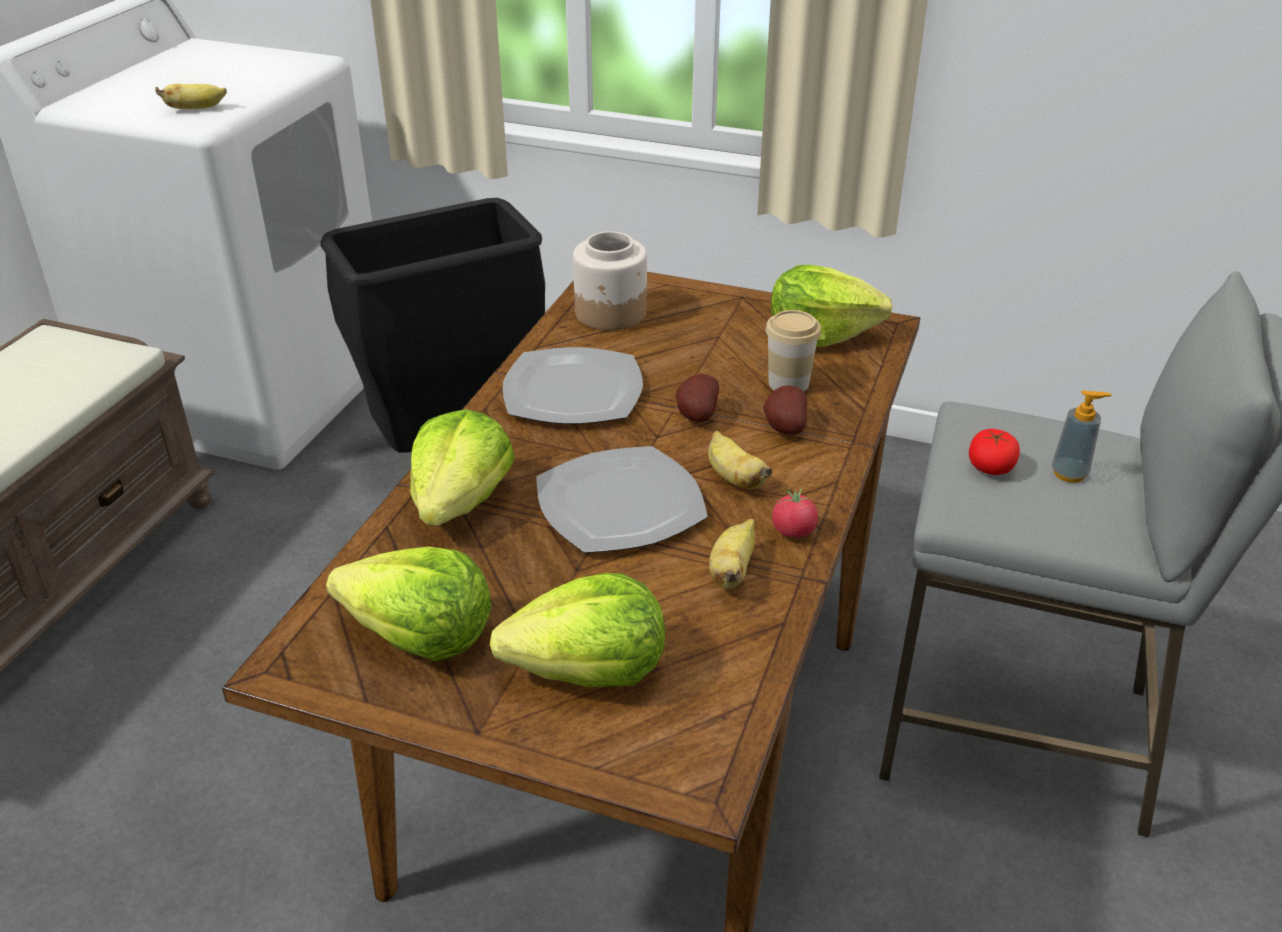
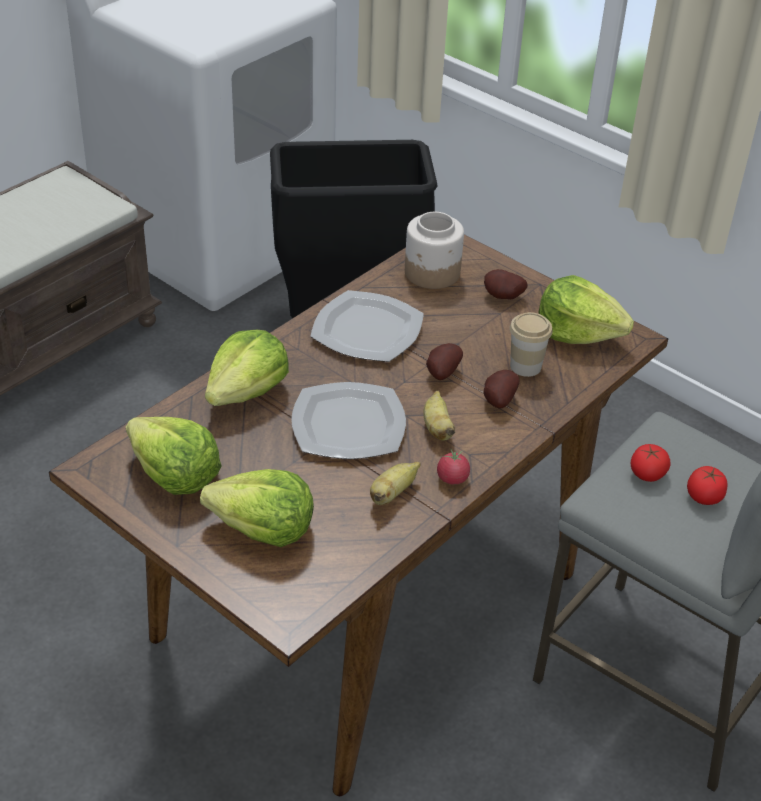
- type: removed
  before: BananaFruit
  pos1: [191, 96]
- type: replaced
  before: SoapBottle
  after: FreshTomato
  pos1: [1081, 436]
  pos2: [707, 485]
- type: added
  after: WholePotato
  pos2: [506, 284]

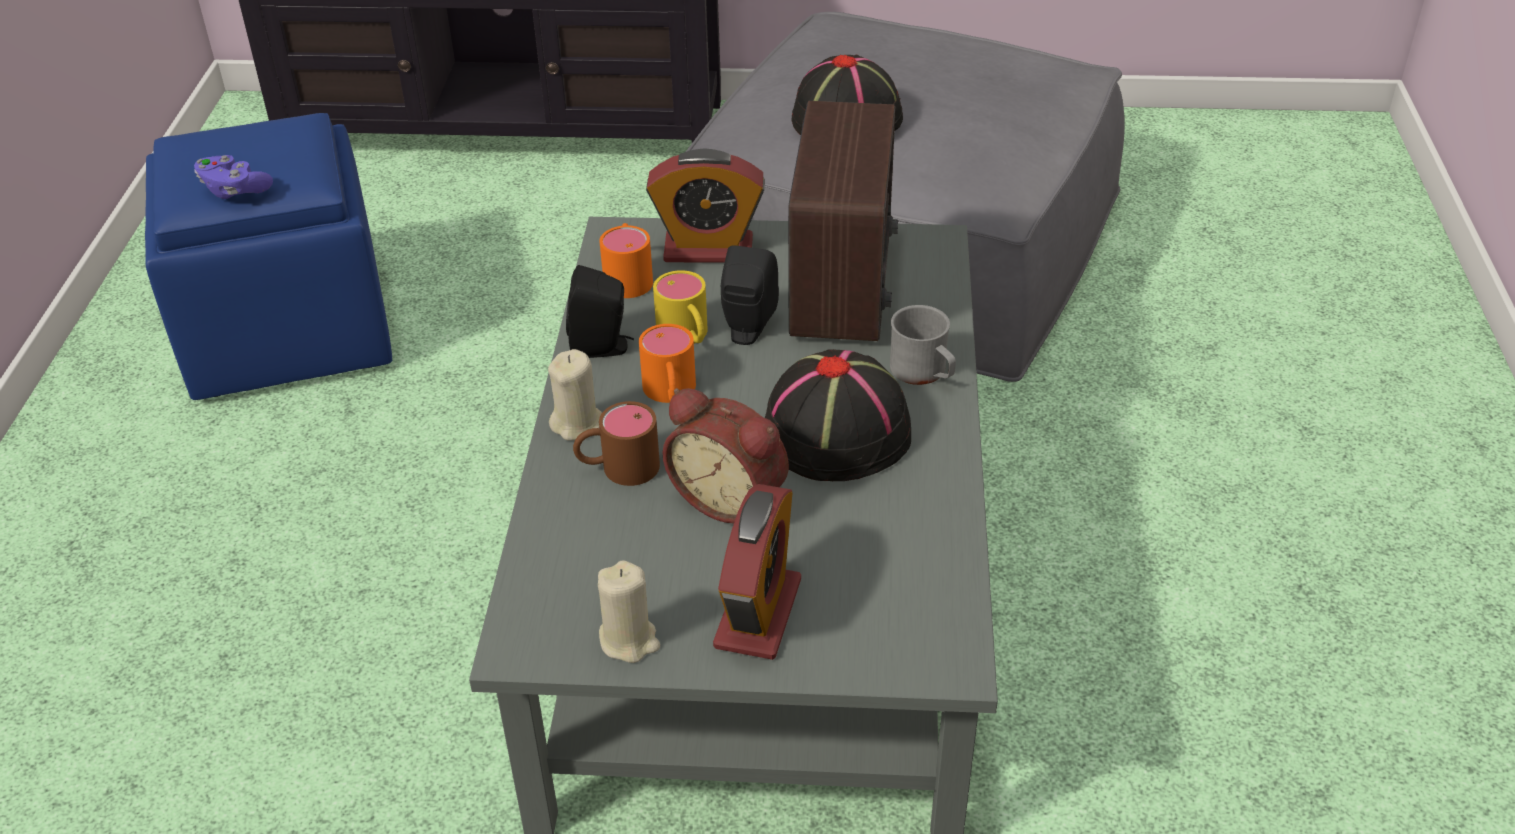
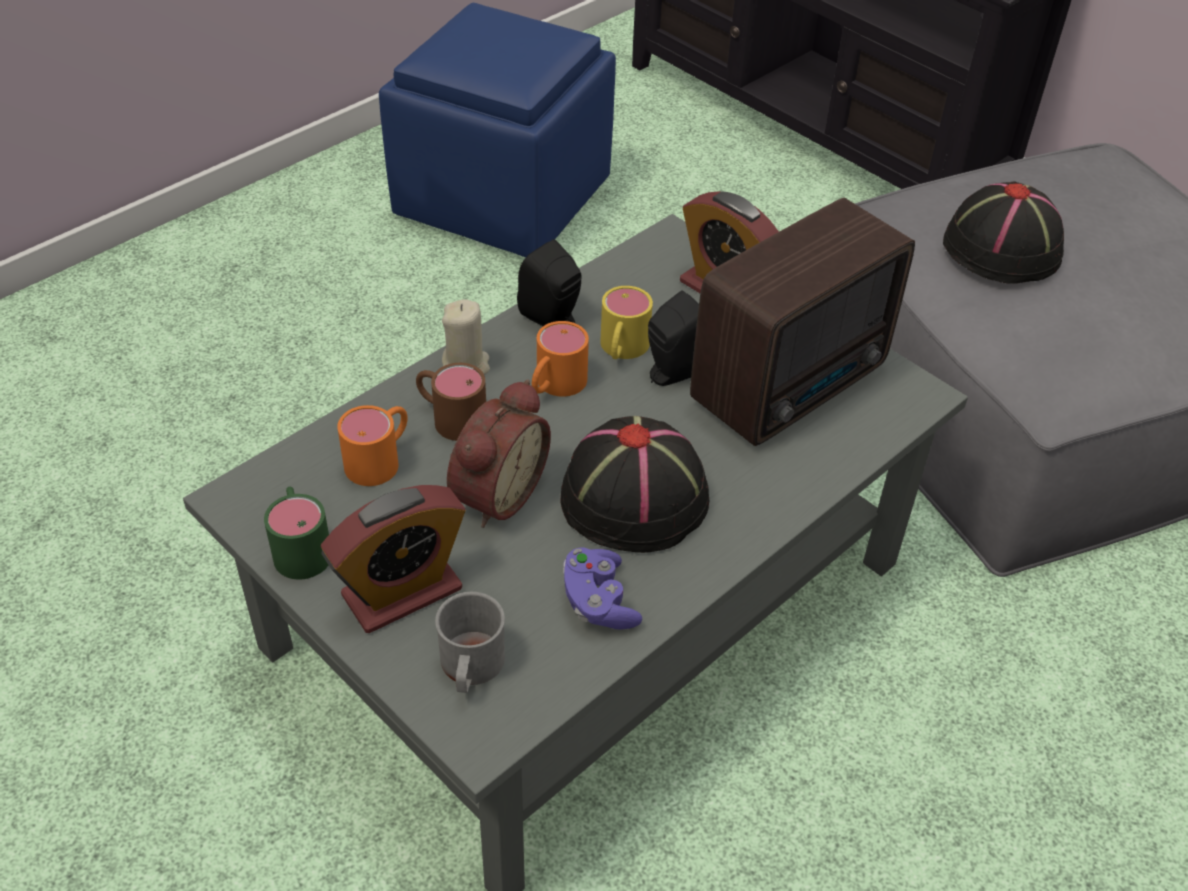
- type: moved
  before: PurplishGameController
  pos1: [233, 177]
  pos2: [602, 588]
- type: moved
  before: OrangeCoffeeMug
  pos1: [626, 260]
  pos2: [372, 445]
- type: moved
  before: GrayCoffeeMug
  pos1: [923, 345]
  pos2: [470, 642]
- type: turned
  before: BedsideClock
  pos1: [725, 455]
  pos2: [499, 453]
  turn: -135
- type: replaced
  before: BeigeColouredWaxCandle
  after: GreenColouredCoffeeMug
  pos1: [629, 611]
  pos2: [296, 533]

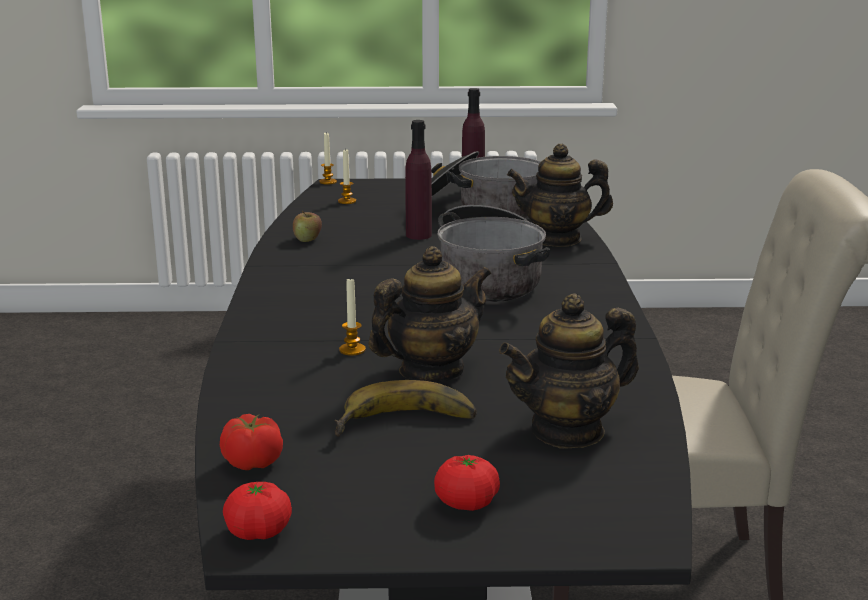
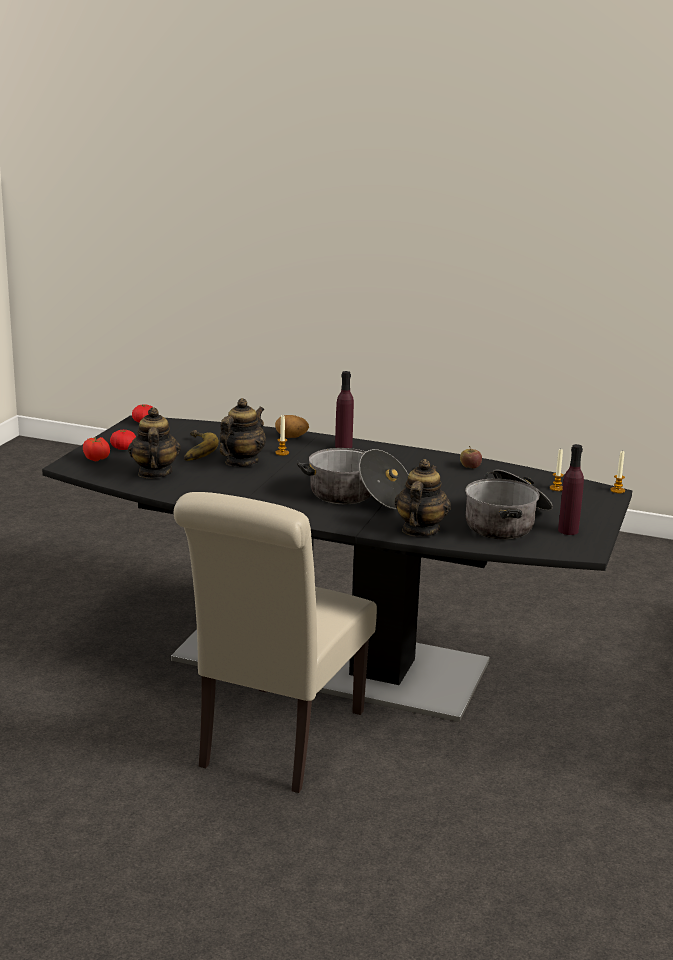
- type: moved
  before: PurplishBeverageBottle
  pos1: [418, 180]
  pos2: [344, 409]
- type: turned
  before: Teapot
  pos1: [430, 314]
  pos2: [242, 432]
  turn: -135
- type: moved
  before: FreshTomato
  pos1: [251, 442]
  pos2: [96, 449]
- type: added
  after: WholePotato
  pos2: [292, 426]

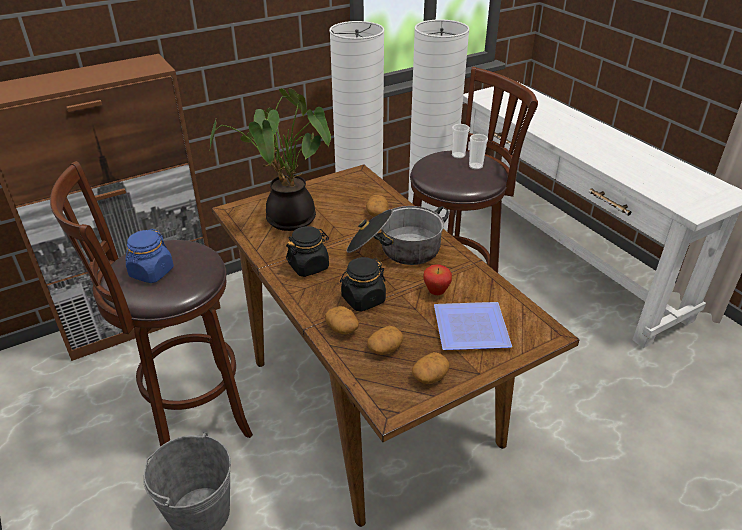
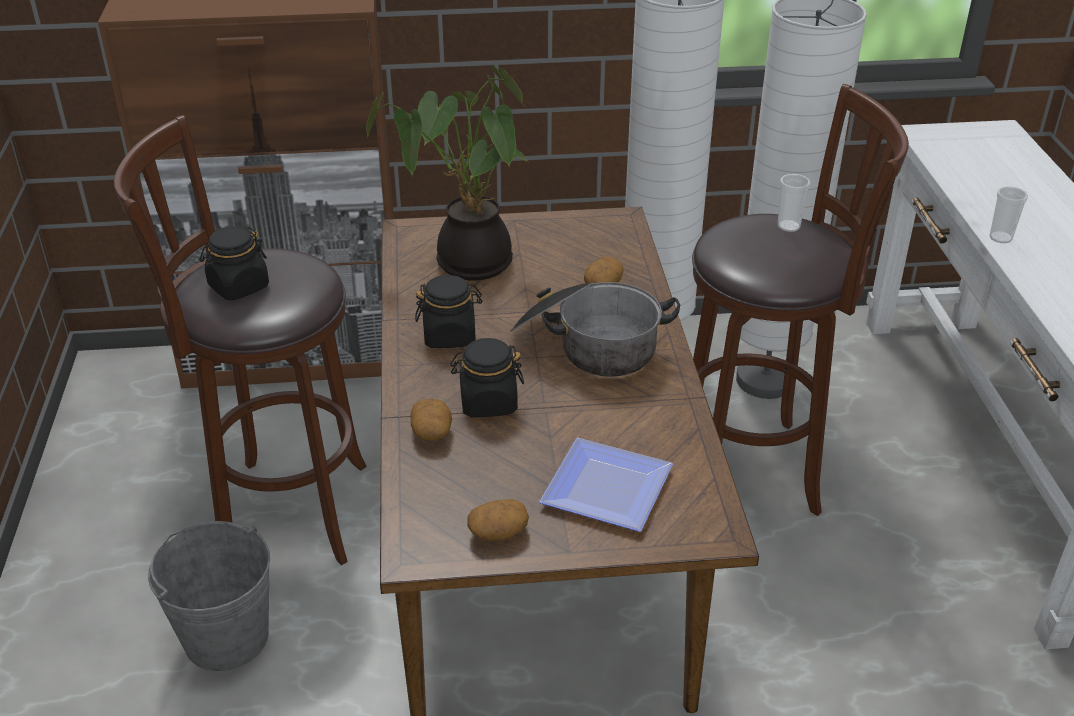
- type: moved
  before: SmallCup
  pos1: [478, 152]
  pos2: [1008, 214]
- type: recoloured
  before: BlueColouredJar
  after: BlackishJar
  pos1: [149, 256]
  pos2: [234, 263]
- type: removed
  before: AppleFruit
  pos1: [437, 279]
- type: removed
  before: WholePotato
  pos1: [385, 340]

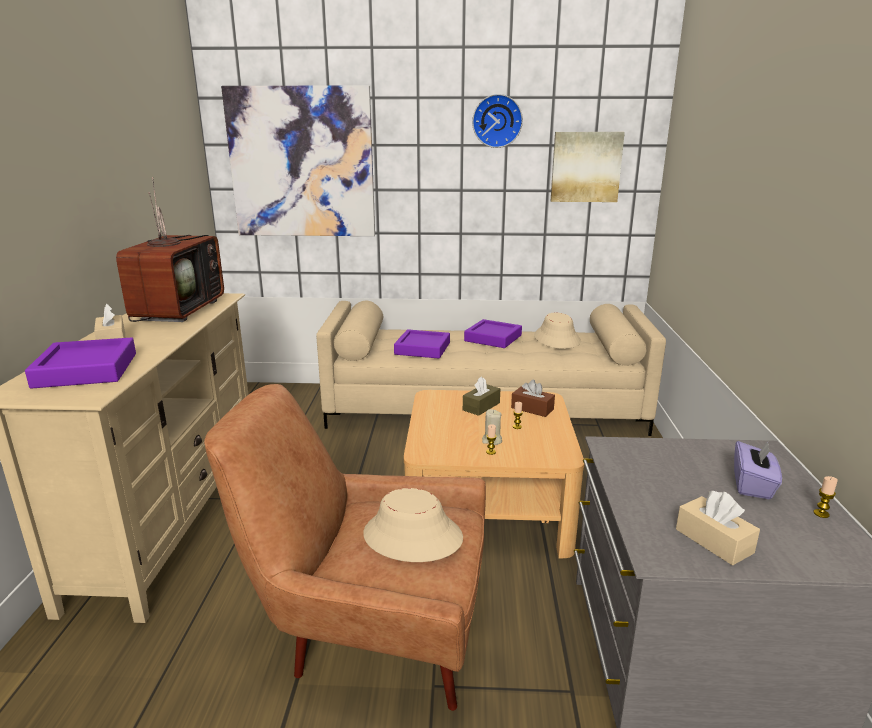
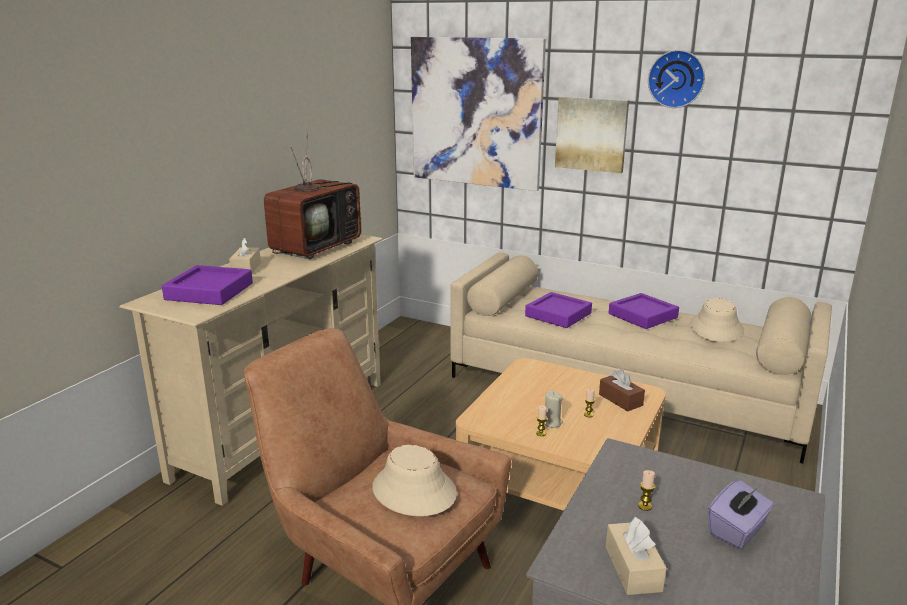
- type: moved
  before: Picture
  pos1: [588, 167]
  pos2: [592, 135]
- type: removed
  before: BrownishTissueBox
  pos1: [481, 396]
- type: moved
  before: WaxCandle
  pos1: [825, 497]
  pos2: [646, 490]

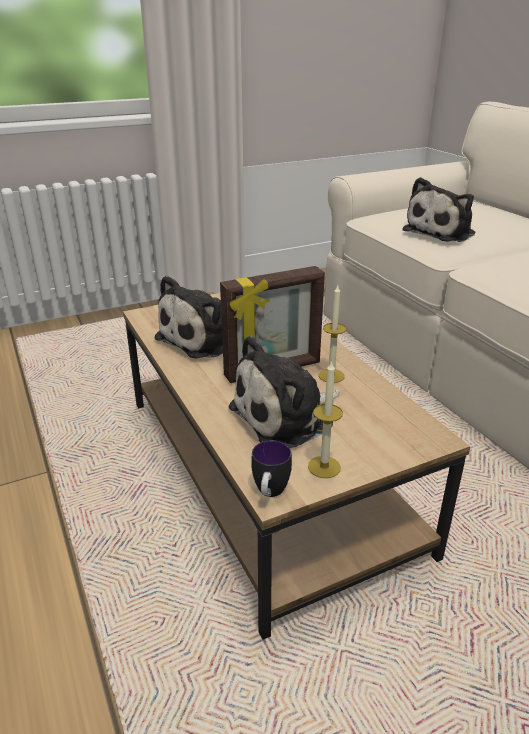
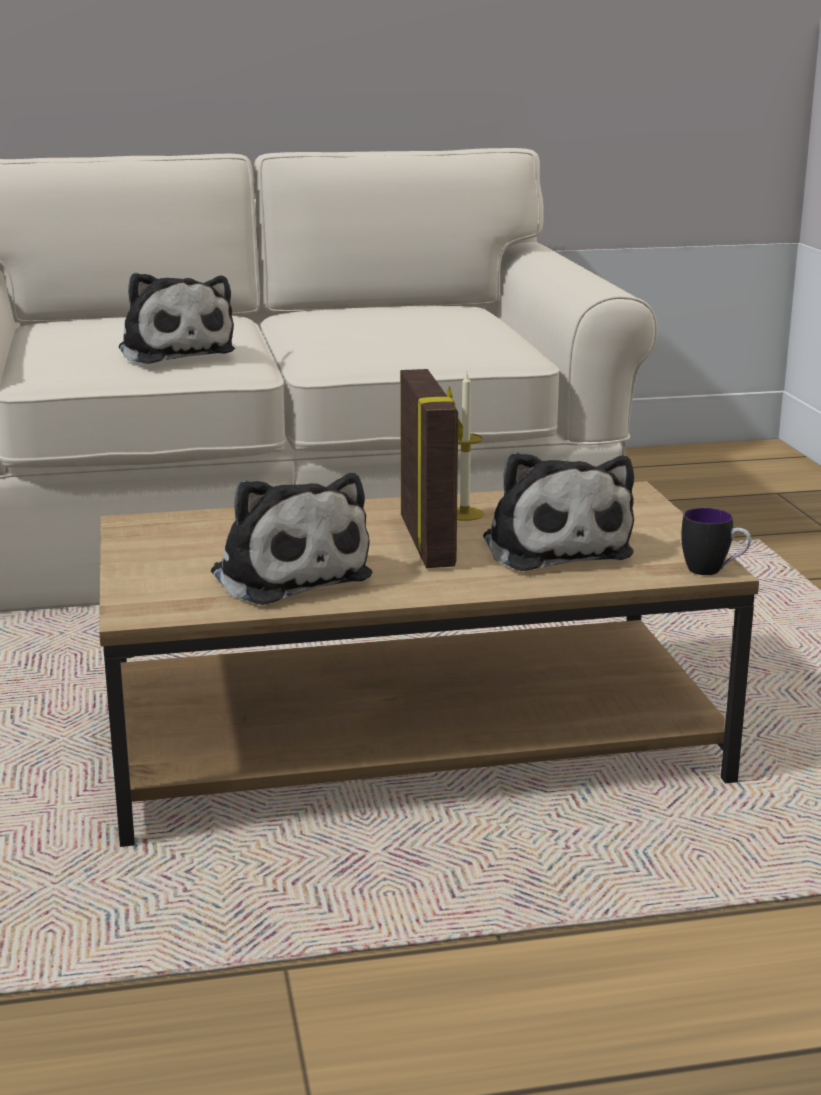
- type: removed
  before: WaxCandle
  pos1: [325, 419]

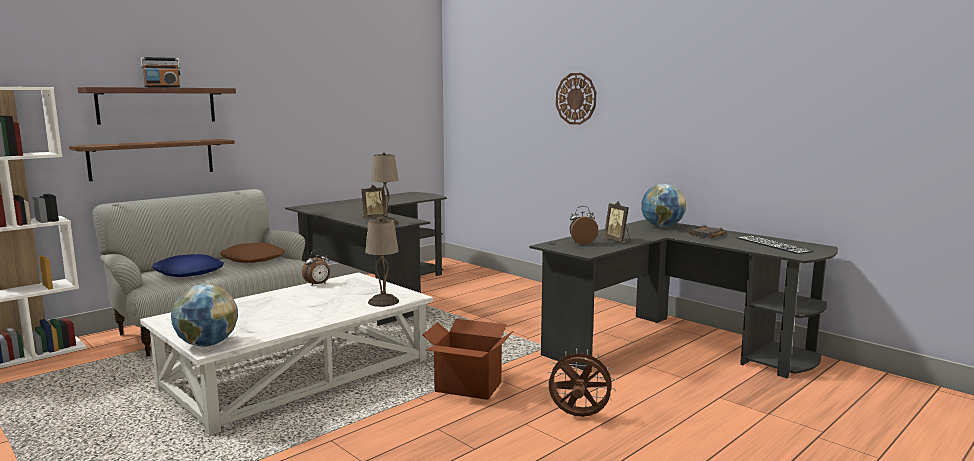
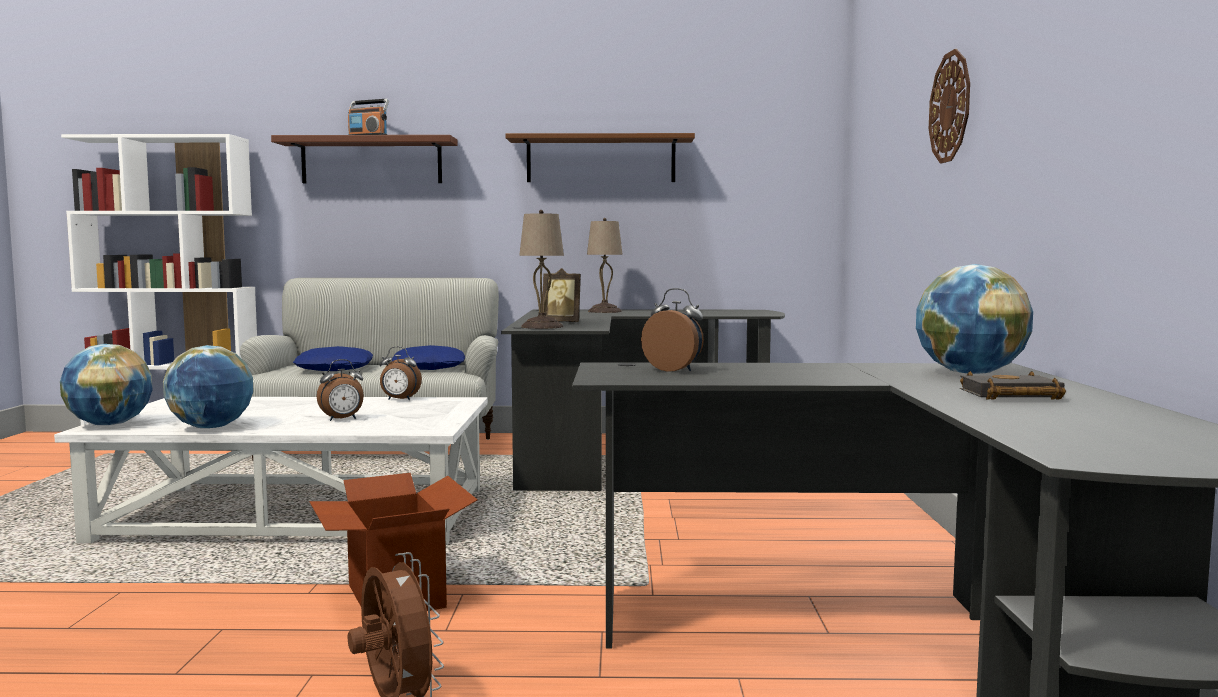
- type: moved
  before: BrownishShelf
  pos1: [152, 160]
  pos2: [600, 157]
- type: removed
  before: StandingFrame
  pos1: [617, 221]
- type: moved
  before: BeigeColouredTabletopLamp
  pos1: [382, 262]
  pos2: [605, 265]
- type: removed
  before: ComputerKeyboard
  pos1: [775, 245]
- type: recoloured
  before: BrownishThrowPillow
  after: BlueColouredThrowPillow
  pos1: [252, 253]
  pos2: [428, 357]
- type: added
  after: DeskGlobe
  pos2: [208, 386]
- type: added
  after: BedsideClock
  pos2: [340, 390]

